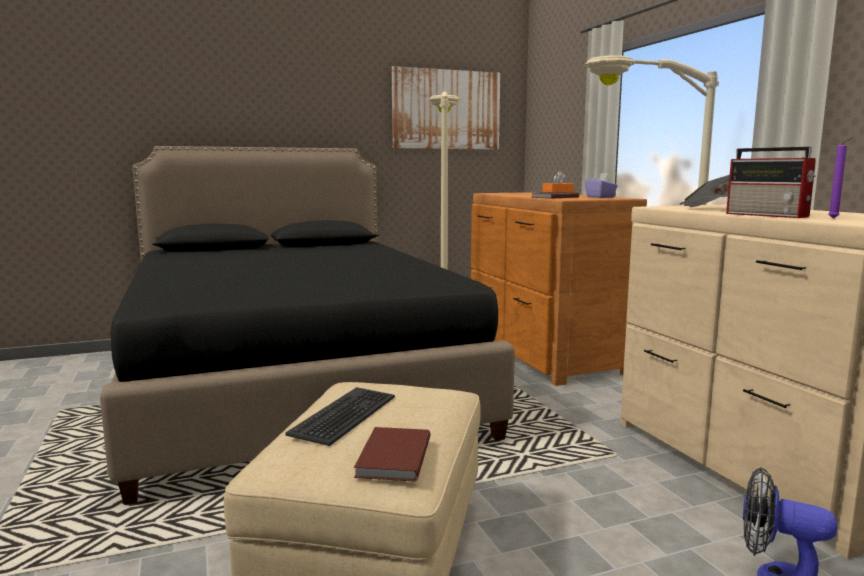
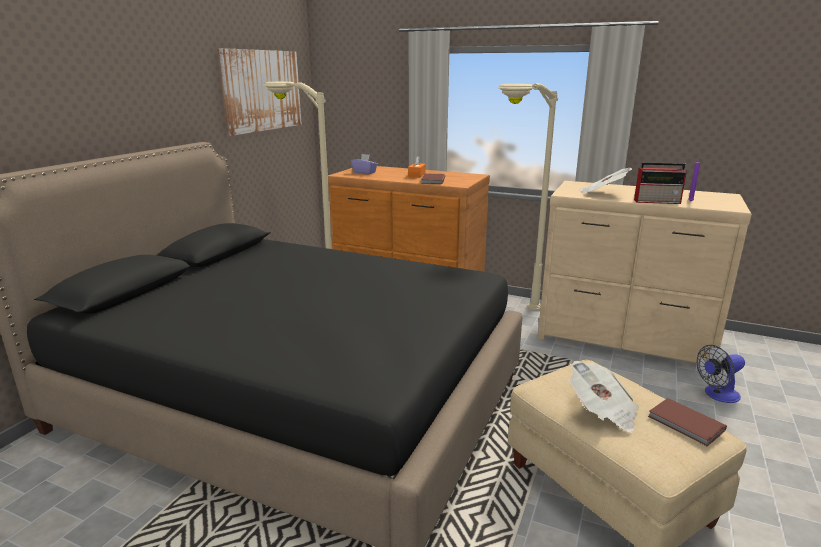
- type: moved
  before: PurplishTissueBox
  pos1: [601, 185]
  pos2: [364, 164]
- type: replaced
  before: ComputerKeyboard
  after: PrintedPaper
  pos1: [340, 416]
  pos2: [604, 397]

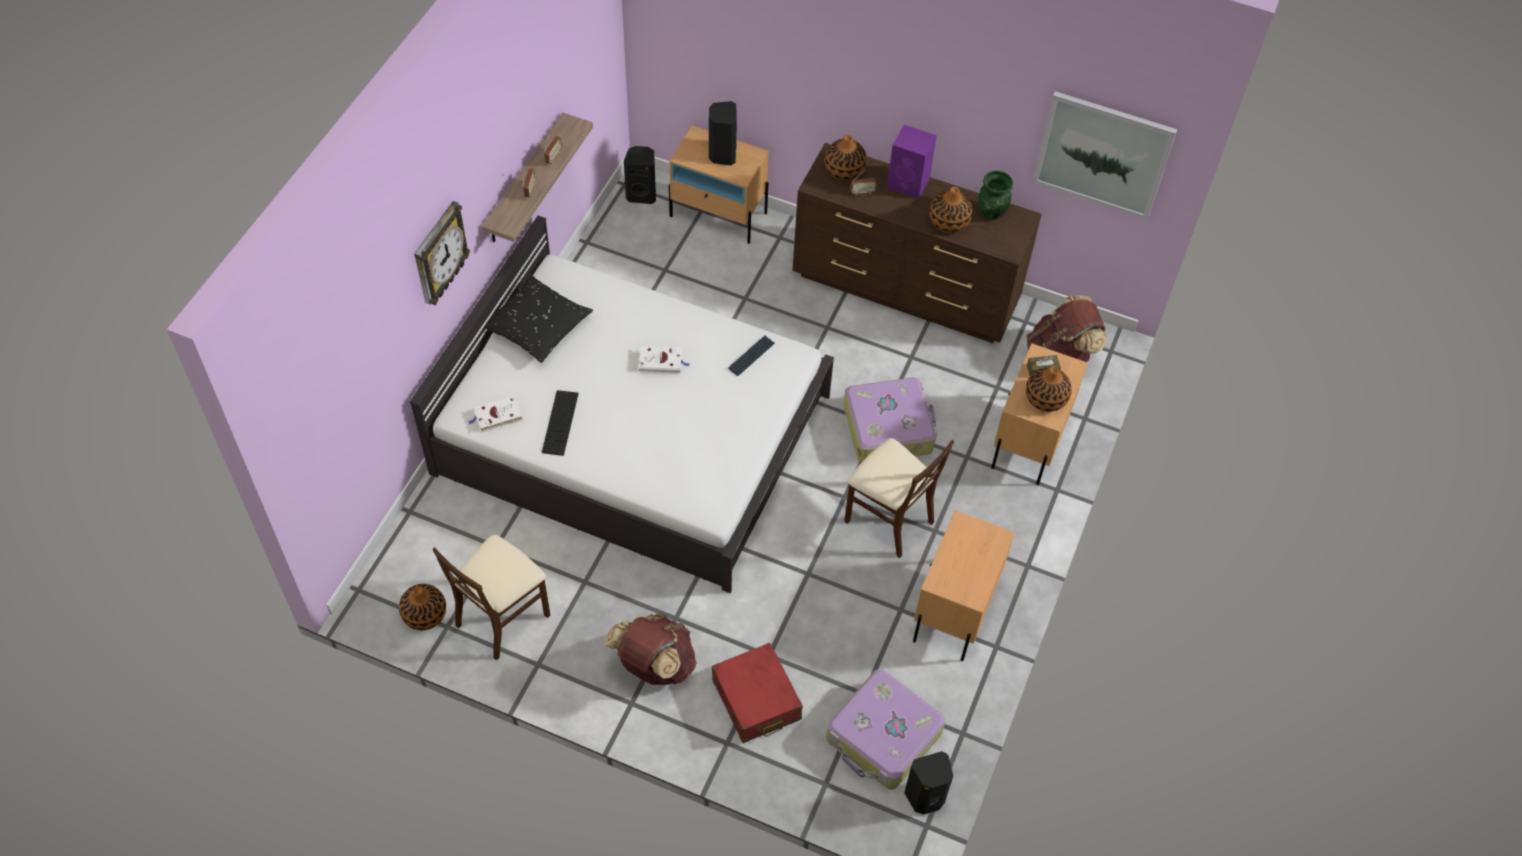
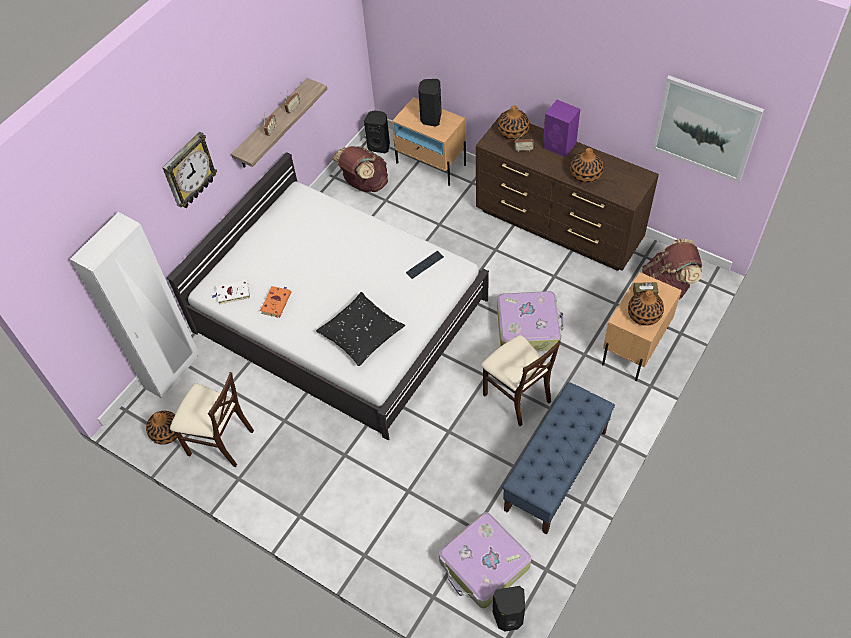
- type: removed
  before: GreenColouredDecorativeVase
  pos1: [996, 195]
- type: moved
  before: BlackishThrowPillow
  pos1: [538, 319]
  pos2: [360, 329]
- type: removed
  before: WhiteColouredBook
  pos1: [664, 359]
- type: replaced
  before: ComputerKeyboard
  after: OrangeBook
  pos1: [560, 423]
  pos2: [275, 302]
- type: replaced
  before: BeigeColouredNightstand
  after: BlueColouredIndoorBench
  pos1: [964, 585]
  pos2: [558, 458]
- type: turned
  before: BeigeColouredChair
  pos1: [491, 597]
  pos2: [212, 419]
  turn: -120
- type: moved
  before: BrownishKnapsack
  pos1: [651, 649]
  pos2: [360, 169]
- type: removed
  before: RedColouredTravelCase
  pos1: [757, 693]
- type: added
  after: WhiteColouredArmoire
  pos2: [134, 305]

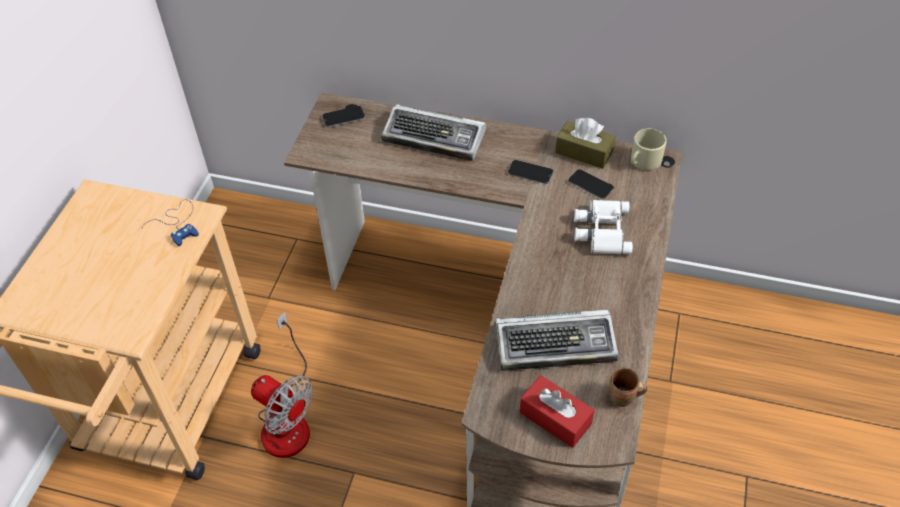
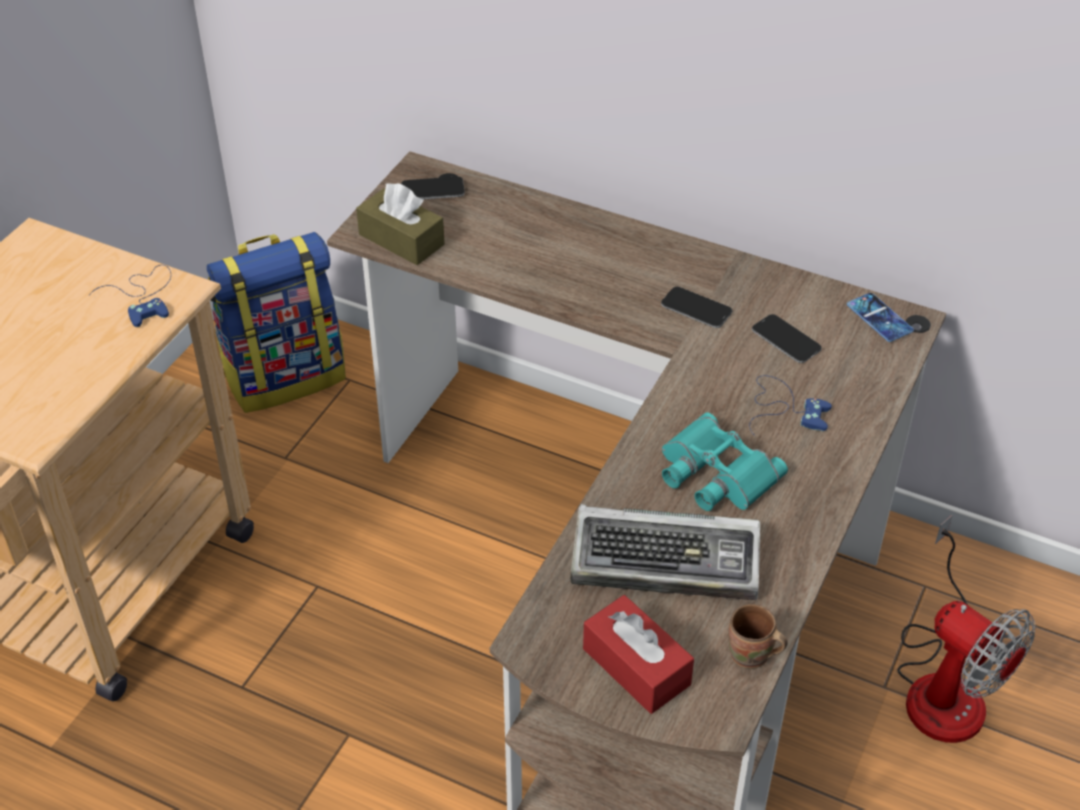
- type: removed
  before: ComputerKeyboard
  pos1: [434, 132]
- type: moved
  before: BrownishTissueBox
  pos1: [585, 143]
  pos2: [400, 224]
- type: replaced
  before: BeigeColouredCoffeeMug
  after: Telephone
  pos1: [649, 149]
  pos2: [880, 317]
- type: replaced
  before: WhiteColouredFieldGlasses
  after: BlueColouredGameController
  pos1: [603, 227]
  pos2: [790, 405]
- type: moved
  before: CoolingFan
  pos1: [282, 385]
  pos2: [966, 629]
- type: added
  after: Knapsack
  pos2: [276, 322]
- type: added
  after: TurquoiseColouredFieldGlasses
  pos2: [725, 462]

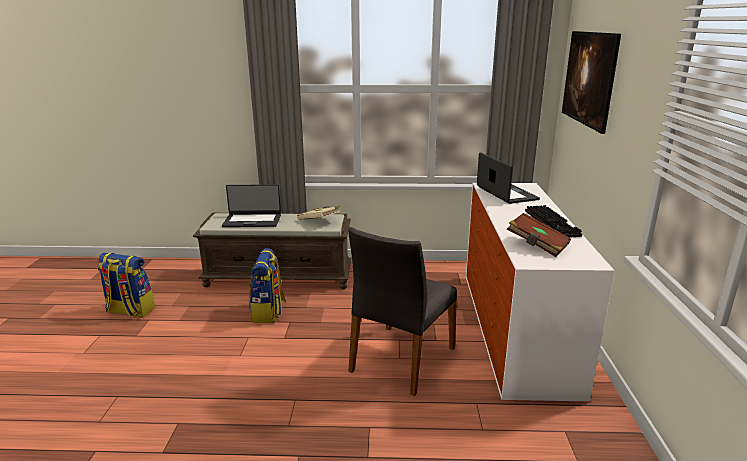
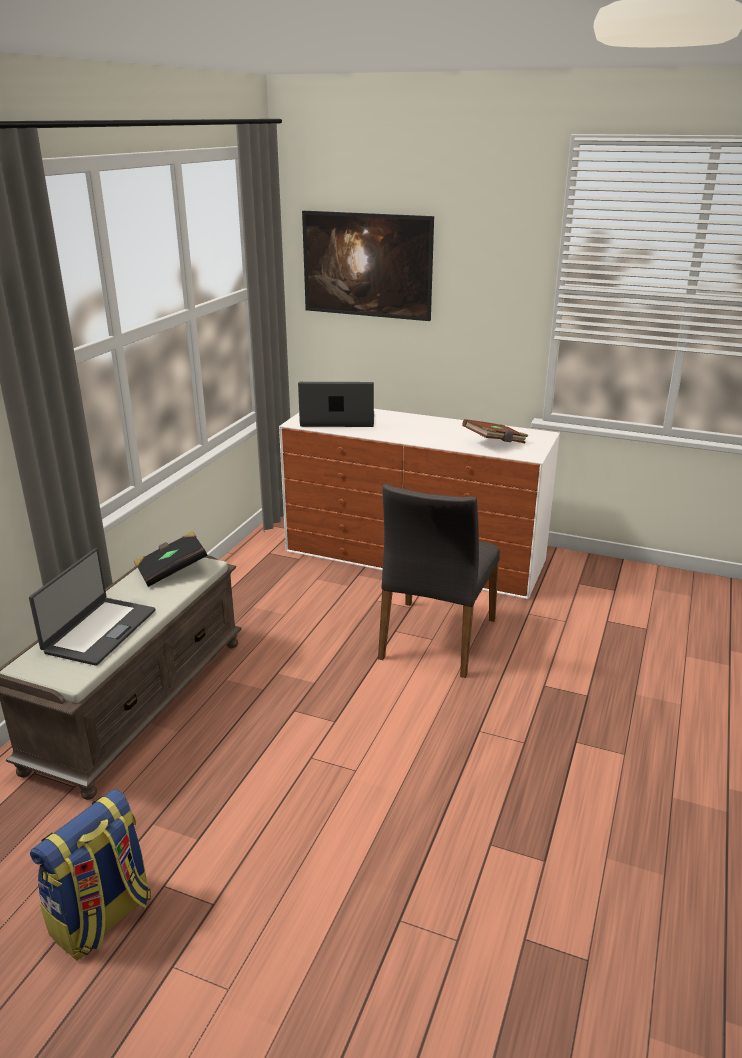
- type: removed
  before: ComputerKeyboard
  pos1: [553, 221]
- type: recoloured
  before: BeigeColouredBook
  after: BlackishBook
  pos1: [319, 213]
  pos2: [171, 559]
- type: turned
  before: GrayChair
  pos1: [402, 311]
  pos2: [439, 581]
  turn: 60
- type: removed
  before: Knapsack
  pos1: [267, 285]

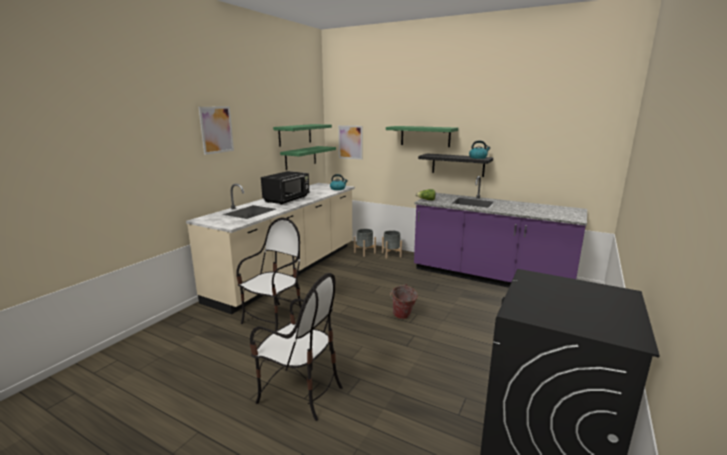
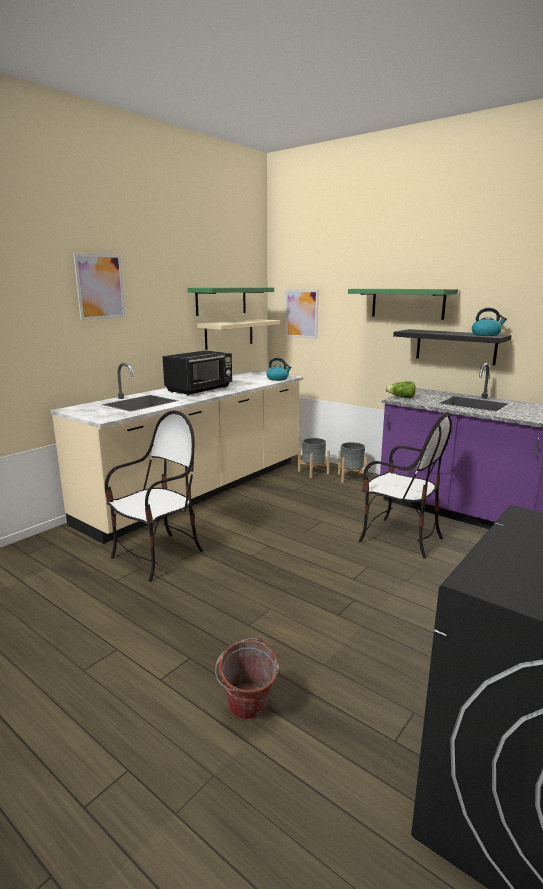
- type: recoloured
  before: GreenColouredShelf
  after: BeigeColouredShelf
  pos1: [308, 158]
  pos2: [238, 334]
- type: moved
  before: Chair
  pos1: [296, 347]
  pos2: [405, 485]
- type: moved
  before: WaterBucket
  pos1: [404, 301]
  pos2: [247, 678]

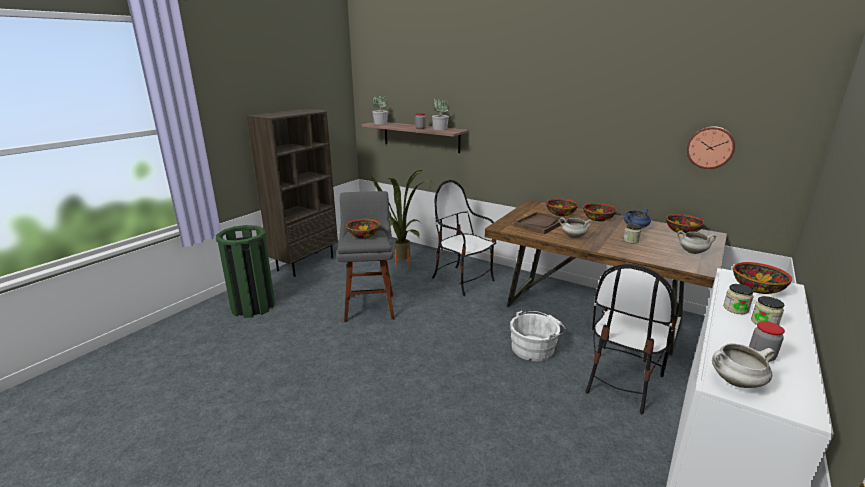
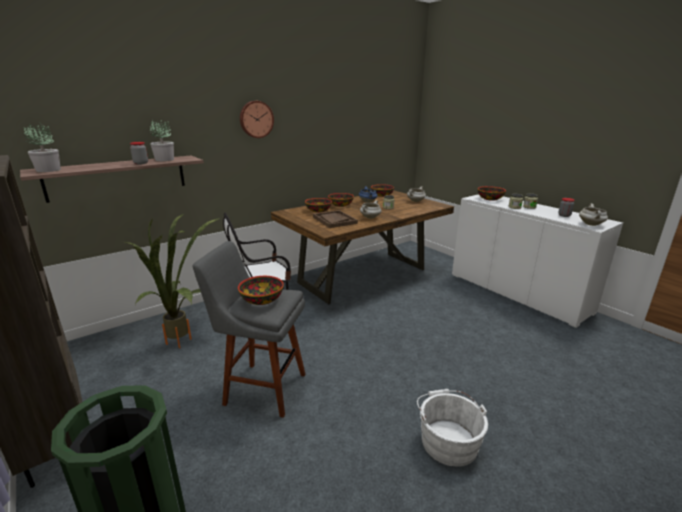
- type: moved
  before: ClockOnTheWall
  pos1: [711, 147]
  pos2: [257, 119]
- type: removed
  before: Chair
  pos1: [632, 339]
- type: moved
  before: WhiteColouredWaterBucket
  pos1: [538, 336]
  pos2: [452, 428]

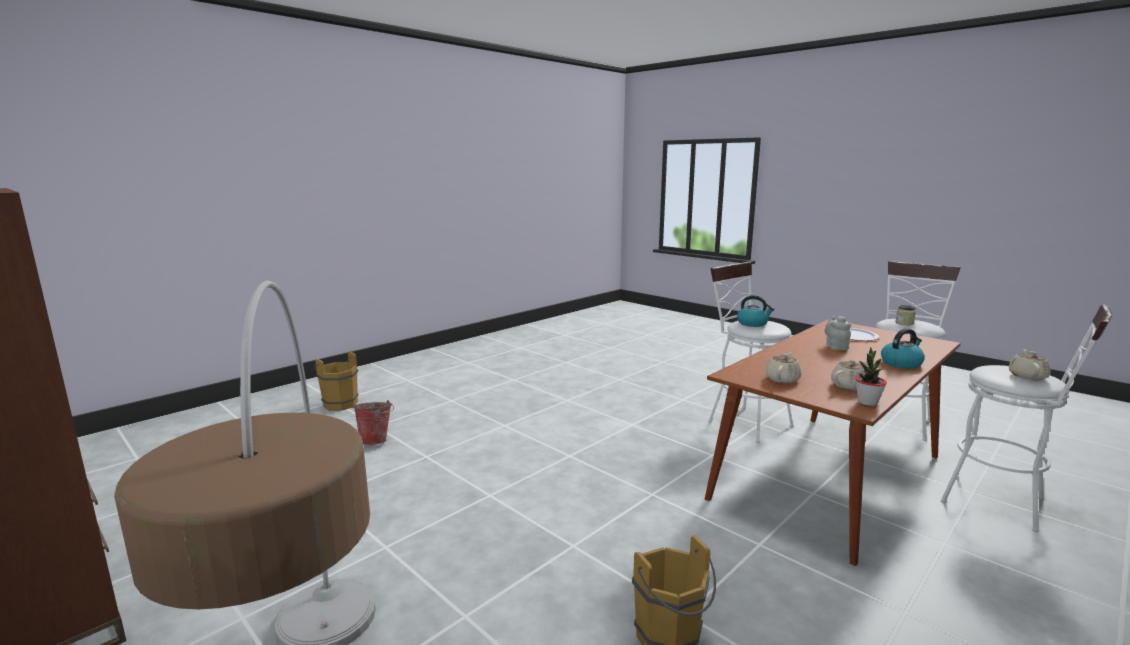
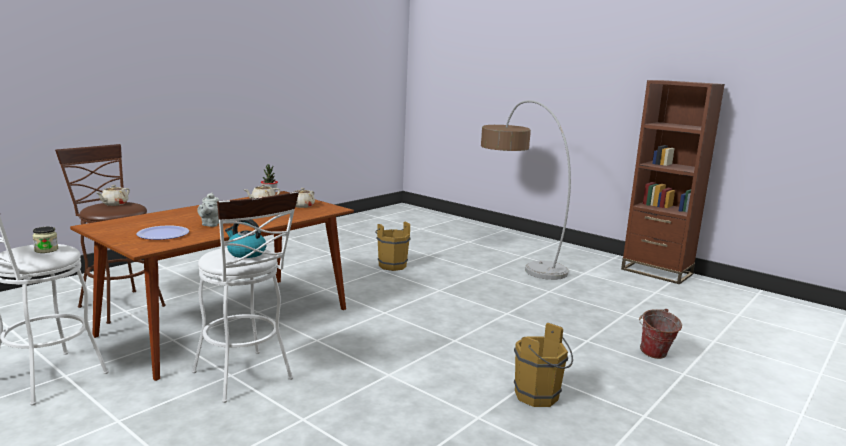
- type: recoloured
  before: WhiteColouredSittingStool
  after: BrownishSittingStool
  pos1: [1026, 418]
  pos2: [110, 234]
- type: removed
  before: Kettle
  pos1: [903, 348]
- type: moved
  before: BrownishWaterBucket
  pos1: [336, 381]
  pos2: [543, 365]

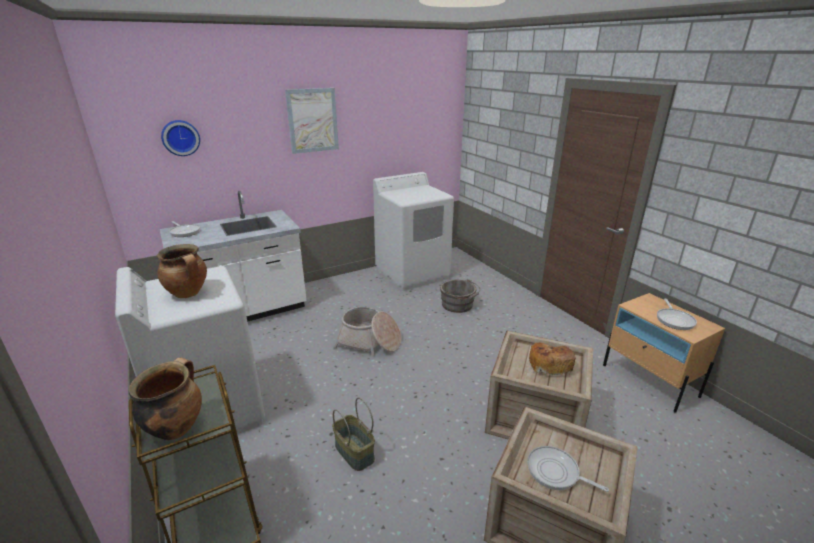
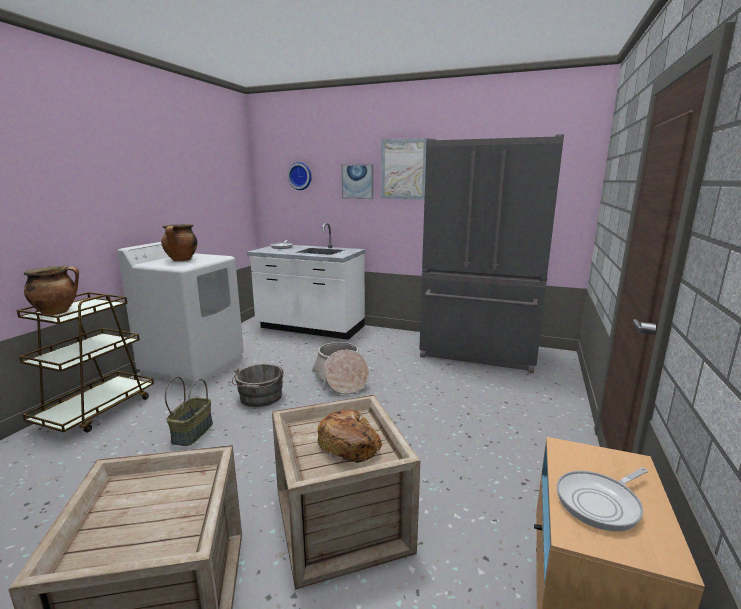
- type: replaced
  before: WhiteColouredLaundryAppliance
  after: GrayRefrigerator
  pos1: [413, 231]
  pos2: [491, 253]
- type: moved
  before: GrayWaterBucket
  pos1: [460, 295]
  pos2: [258, 385]
- type: removed
  before: Skillet
  pos1: [568, 469]
- type: added
  after: Picture
  pos2: [357, 181]

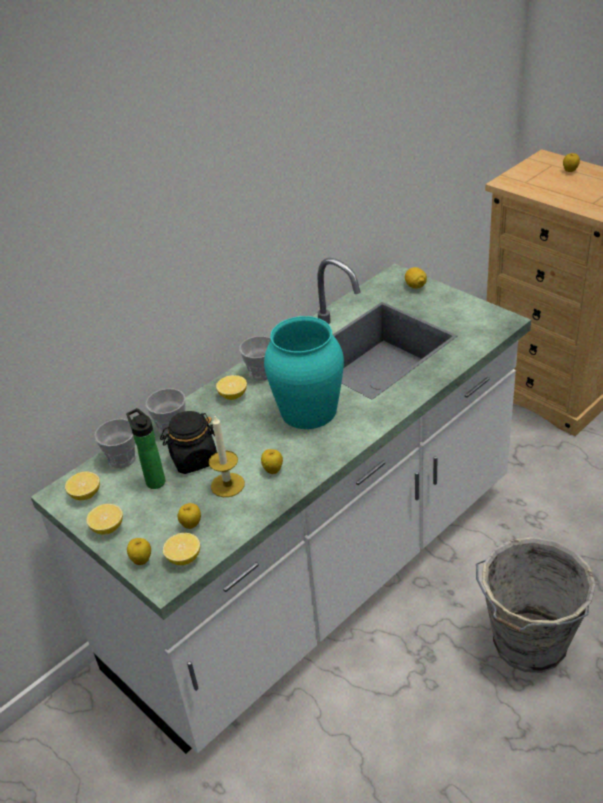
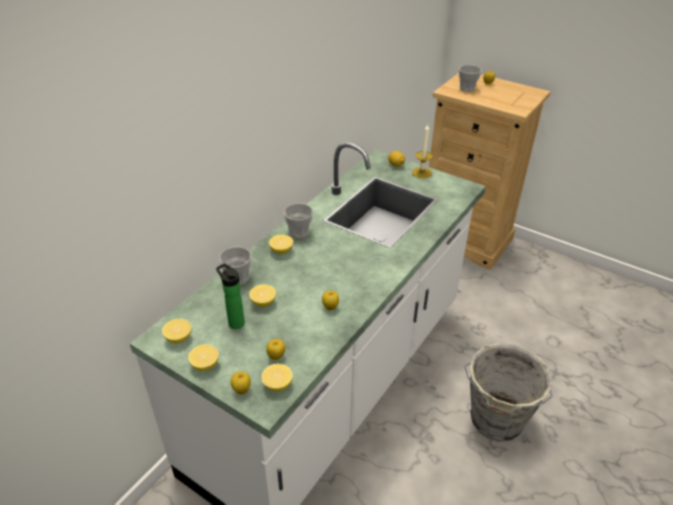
- type: removed
  before: TurquoiseColouredDecorativeVase
  pos1: [304, 372]
- type: replaced
  before: BlackishJar
  after: CitrusFruit
  pos1: [188, 442]
  pos2: [262, 295]
- type: moved
  before: WaxCandle
  pos1: [227, 456]
  pos2: [422, 150]
- type: moved
  before: SmallCup
  pos1: [115, 443]
  pos2: [470, 78]

